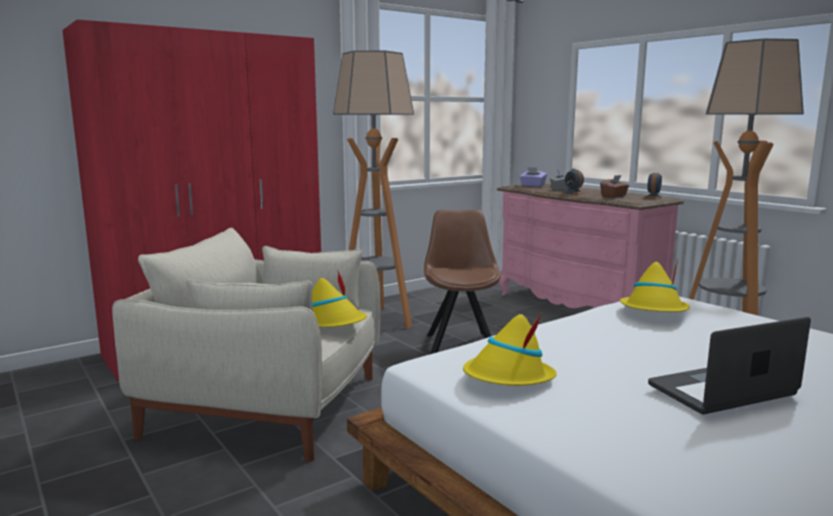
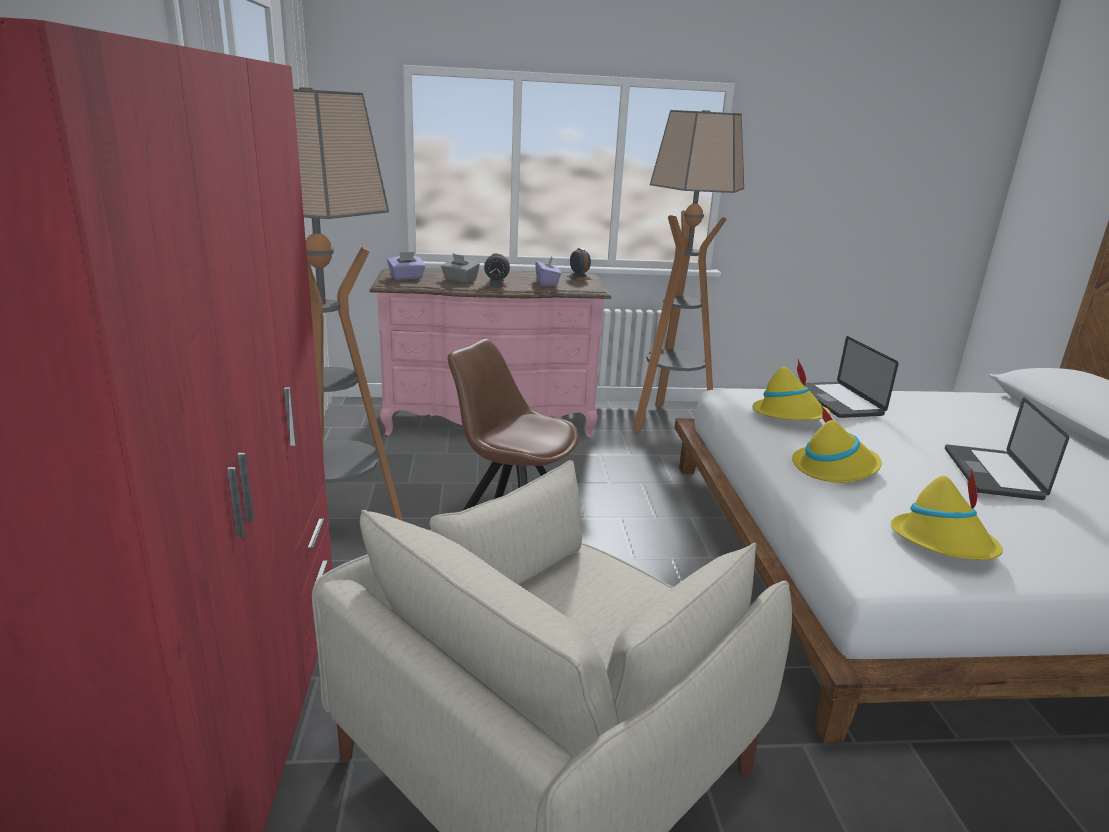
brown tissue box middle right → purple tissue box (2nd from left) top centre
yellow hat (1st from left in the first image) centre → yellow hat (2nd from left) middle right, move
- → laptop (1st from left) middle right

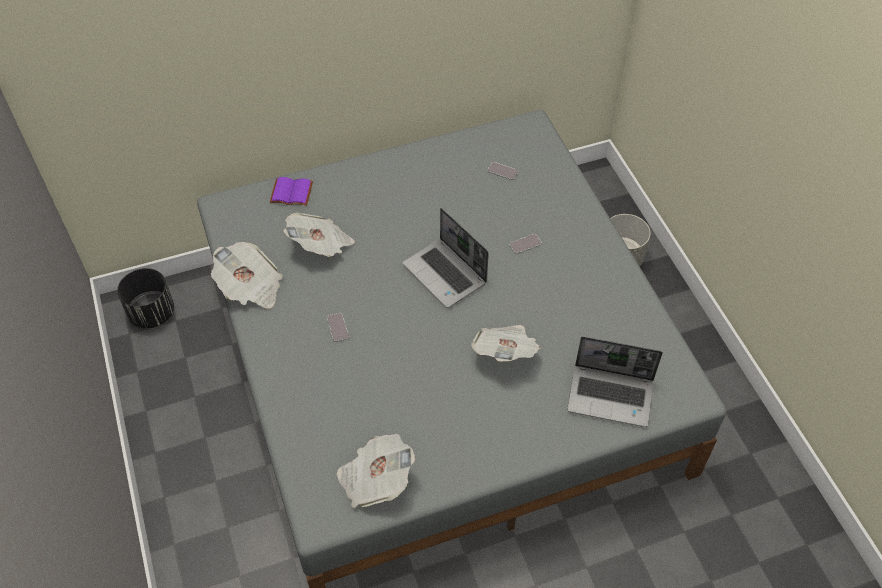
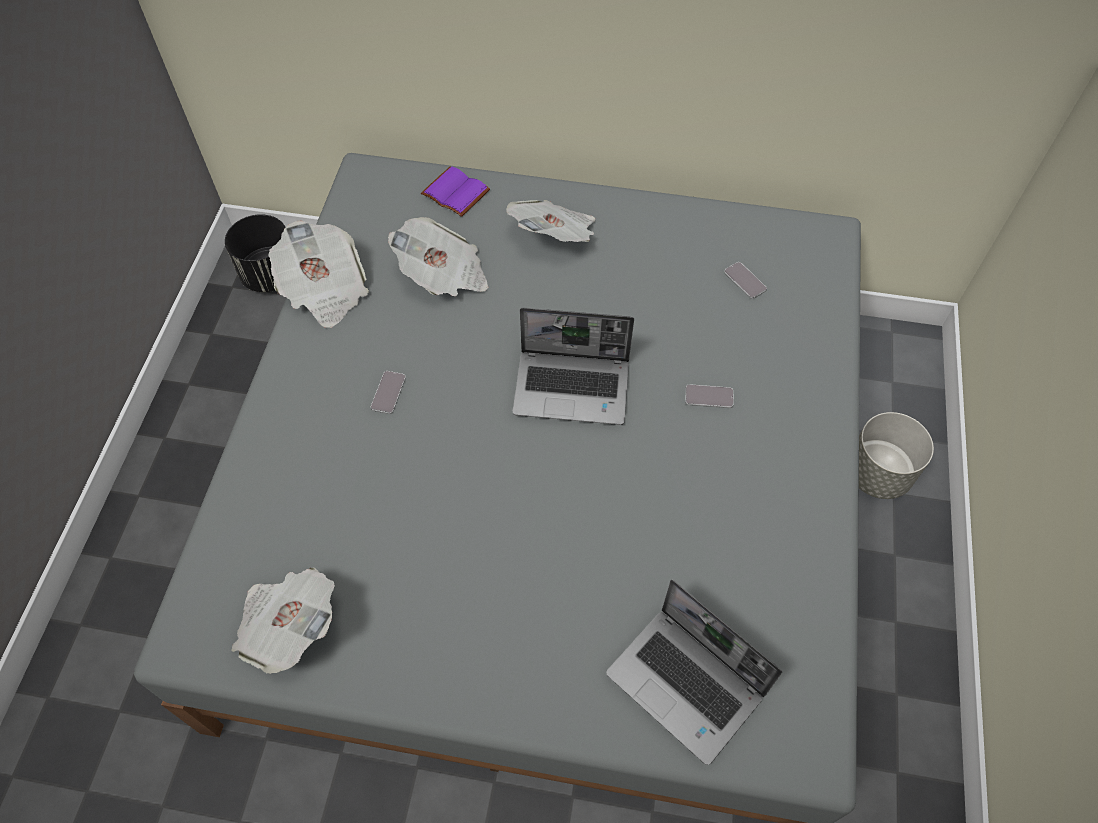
newspaper (4th from left) centre → newspaper (4th from left) top centre, move
laptop (1st from left) centre, 75 degrees counterclockwise

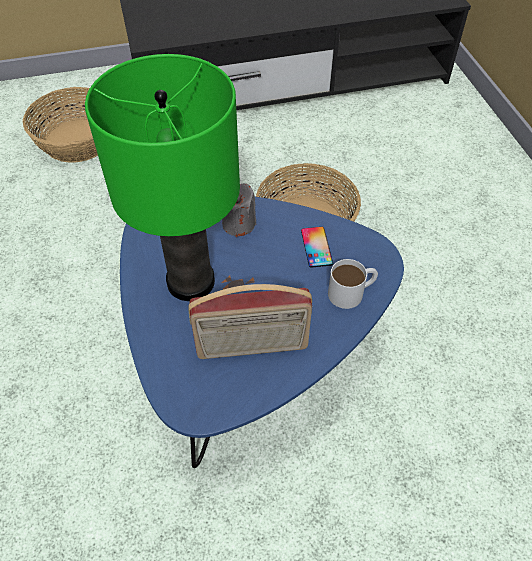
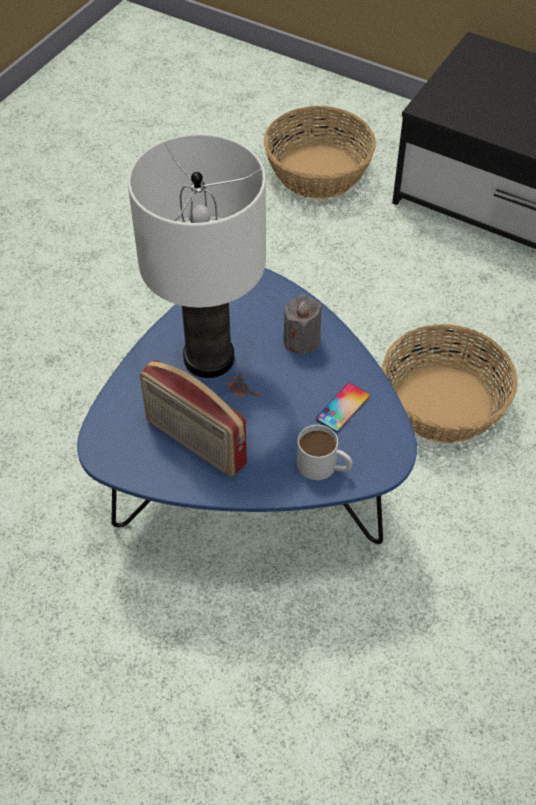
green table lamp top left → white table lamp top centre

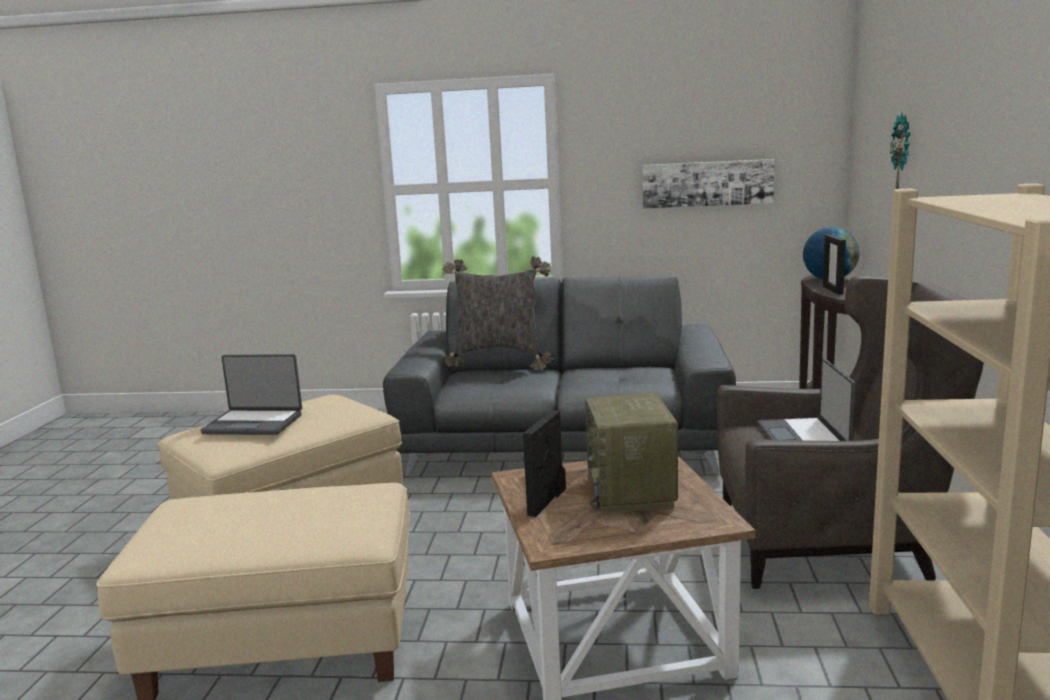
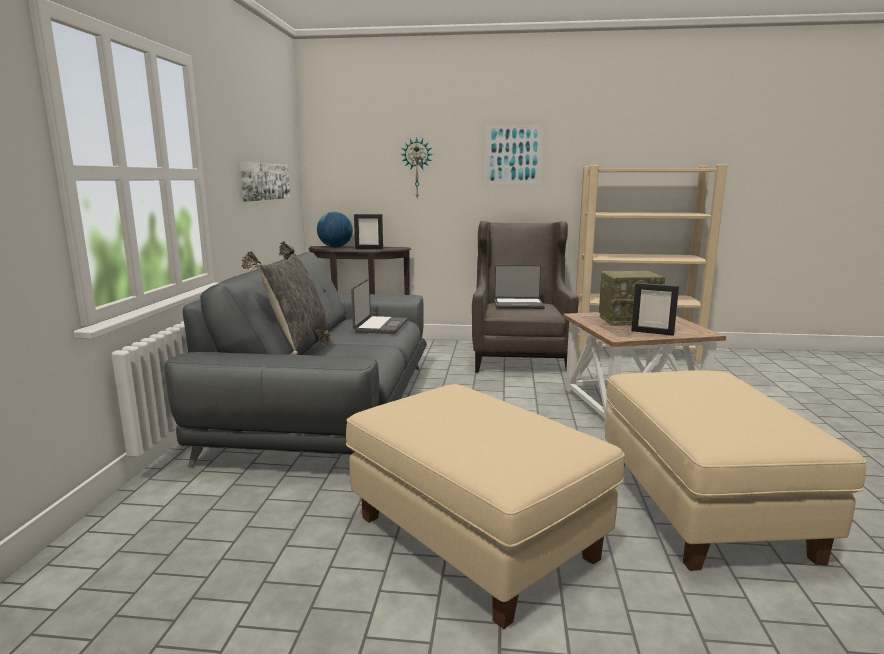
laptop (1st from left) middle left → laptop (1st from left) centre, move
- → picture (2nd from left) top centre

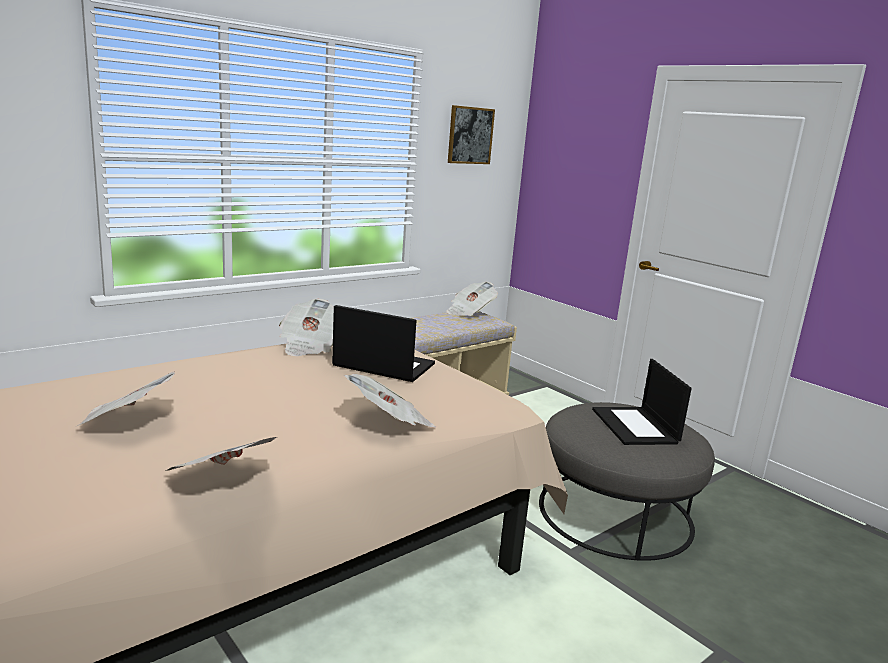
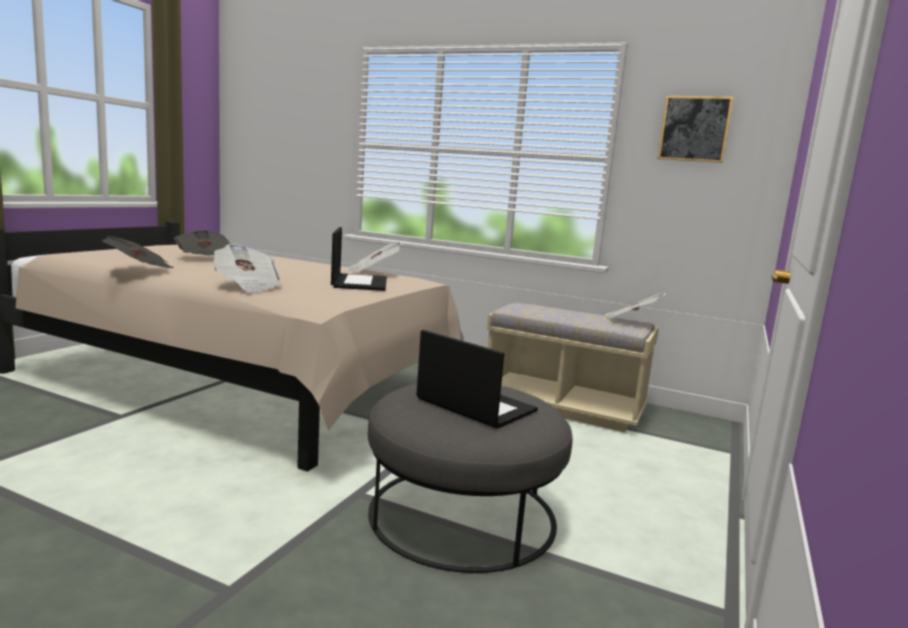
laptop (2nd from left) middle right → laptop (2nd from left) centre, 75 degrees clockwise

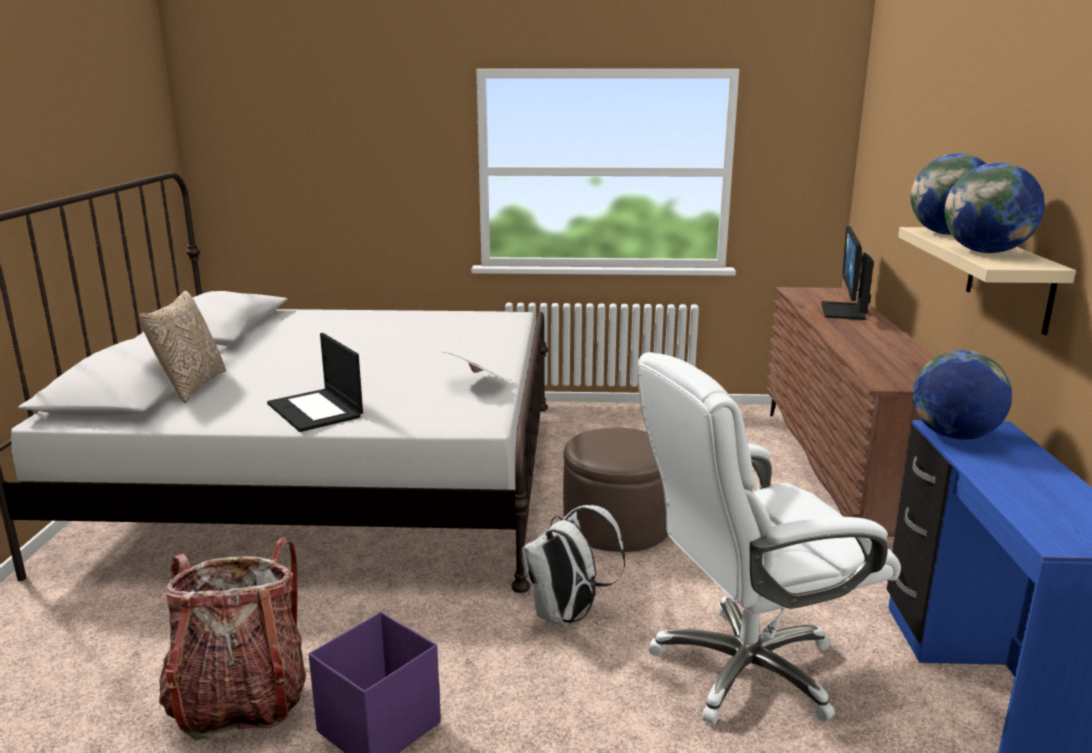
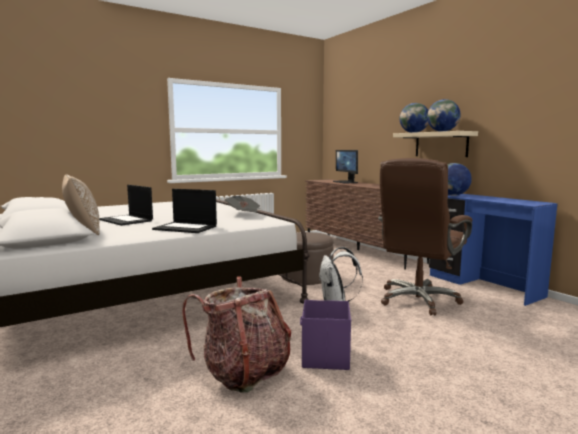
- → laptop (1st from left) middle left
white office chair bottom right → brown office chair middle right

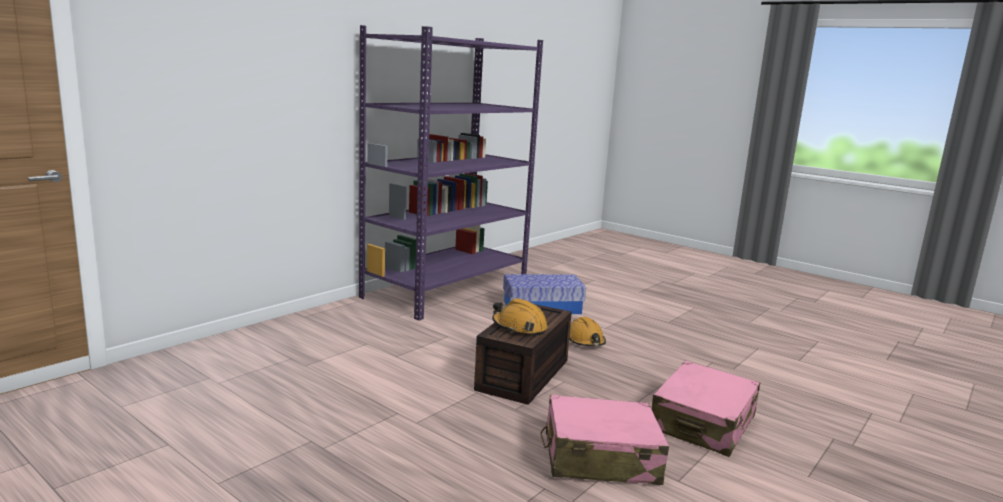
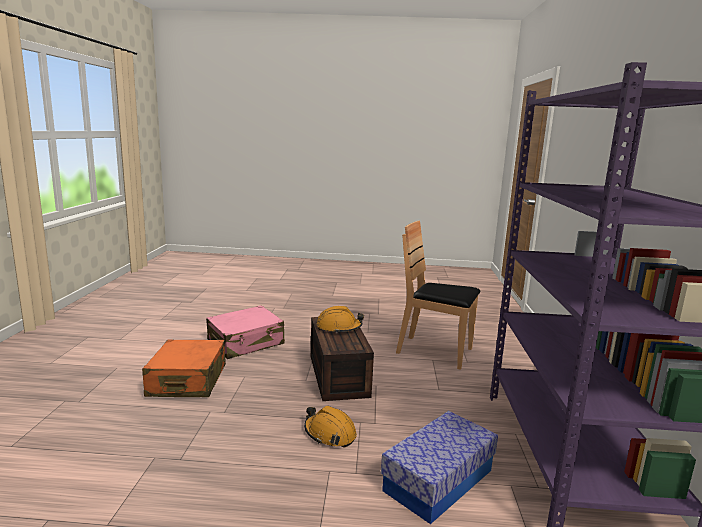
pink suitcase (2nd from left) bottom right → orange suitcase bottom left
- → brown chair centre

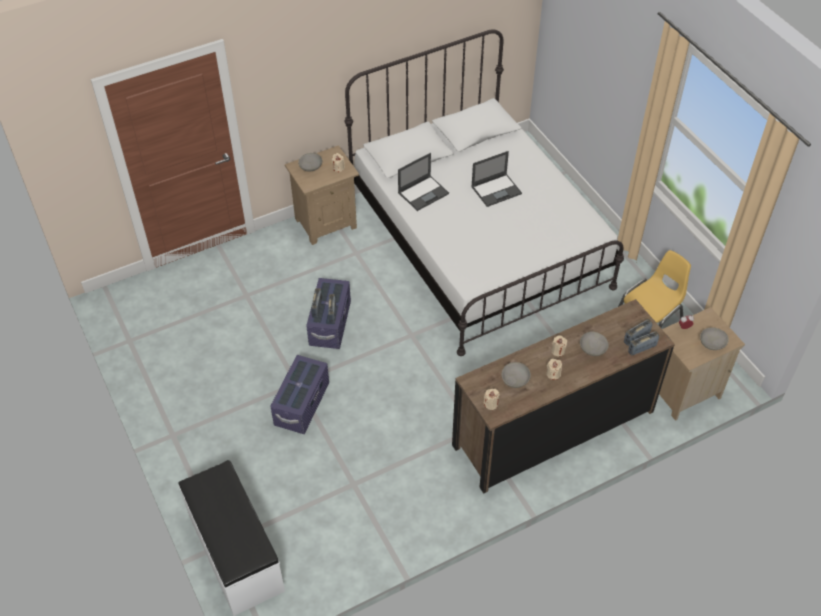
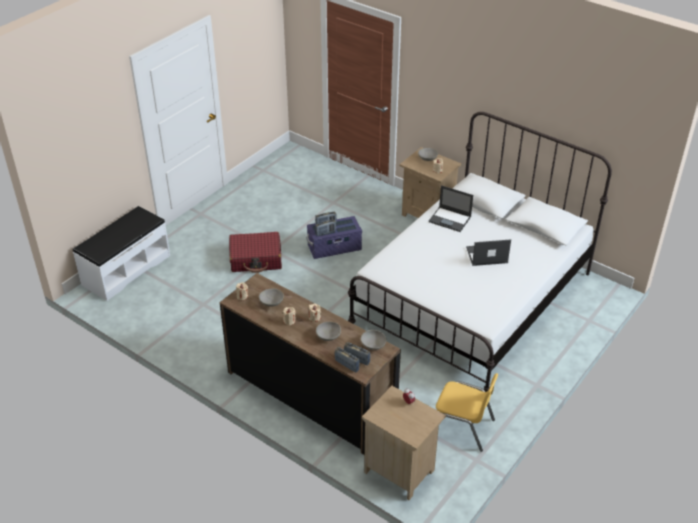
purple storage box (1st from left) centre → red suitcase centre
grey bowl (4th from left in the first image) middle right → grey bowl (3rd from left) centre, move
laptop (2nd from left) top centre → laptop (2nd from left) middle right, 135 degrees clockwise

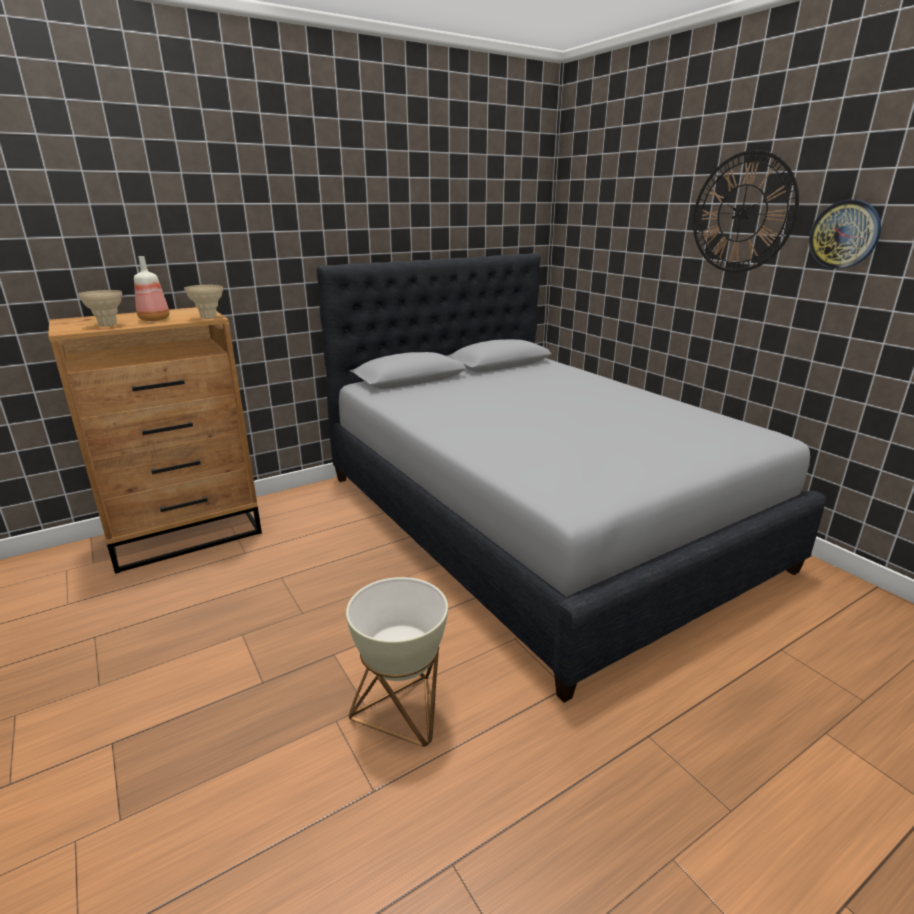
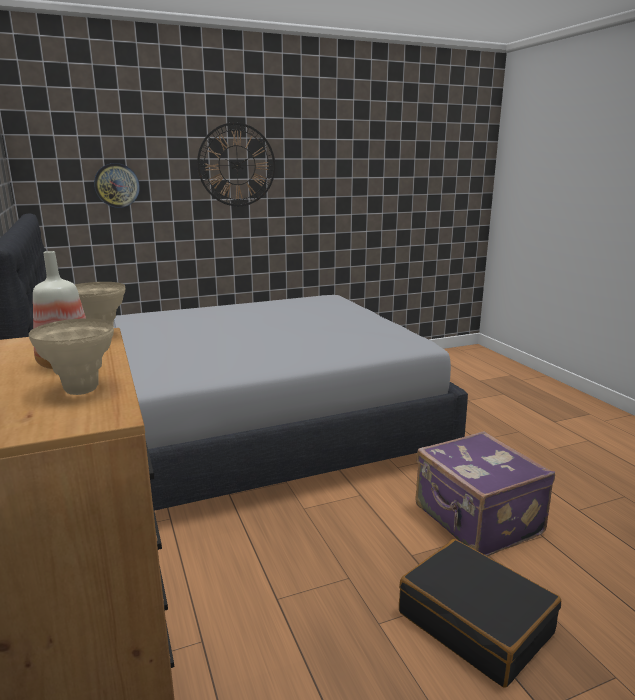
wall clock (2nd from left in the first image) top right → wall clock (1st from left) top left, move
- → black suitcase bottom right
planter bottom centre → purple suitcase bottom right

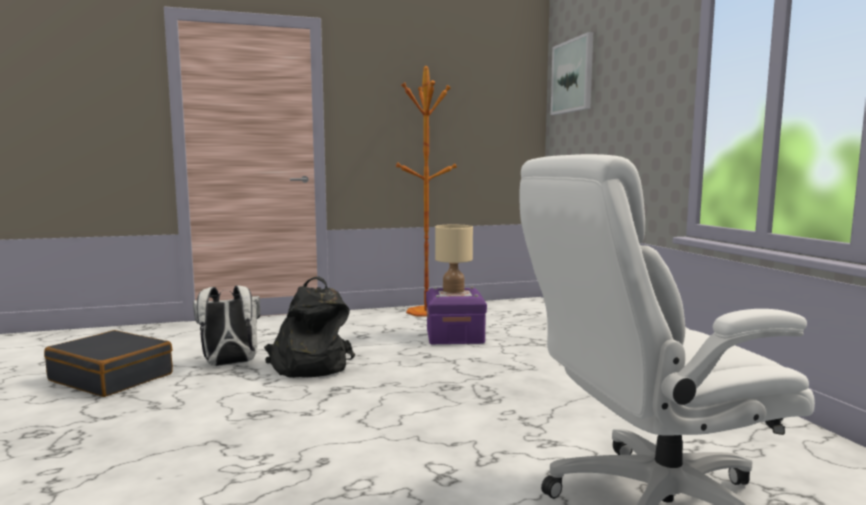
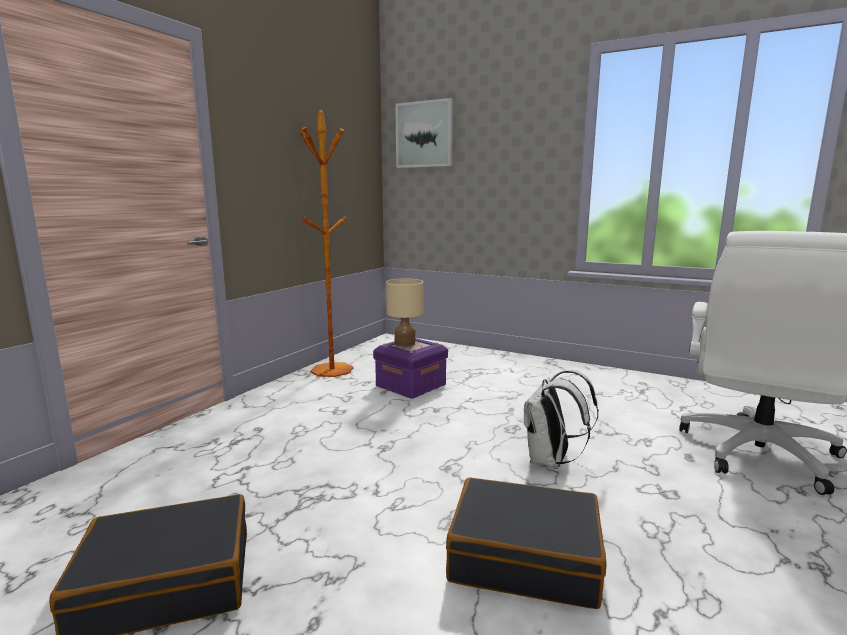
- → black suitcase (2nd from left) bottom centre
white backpack middle left → white backpack centre, move
black backpack centre → -

